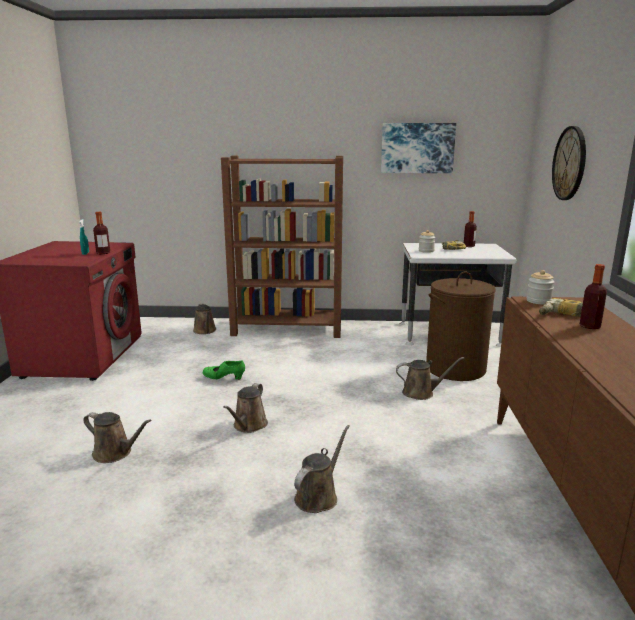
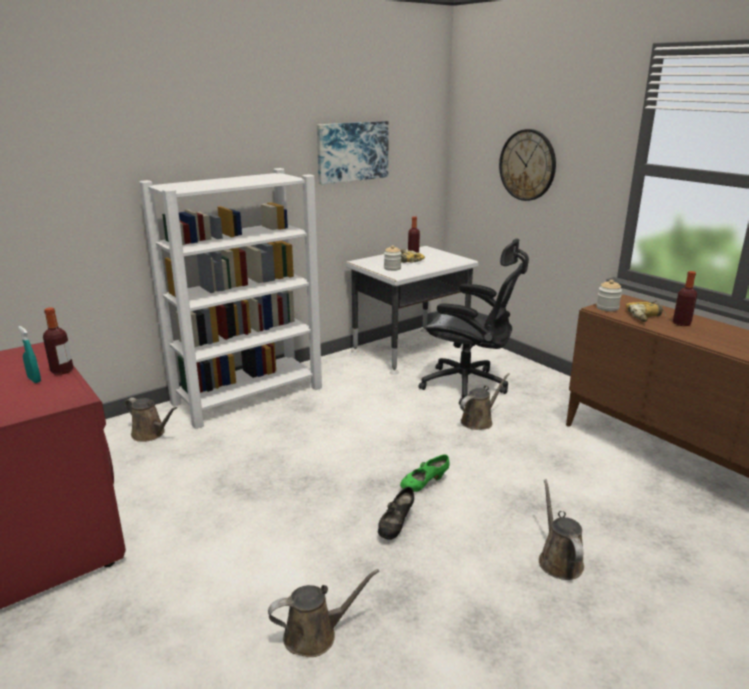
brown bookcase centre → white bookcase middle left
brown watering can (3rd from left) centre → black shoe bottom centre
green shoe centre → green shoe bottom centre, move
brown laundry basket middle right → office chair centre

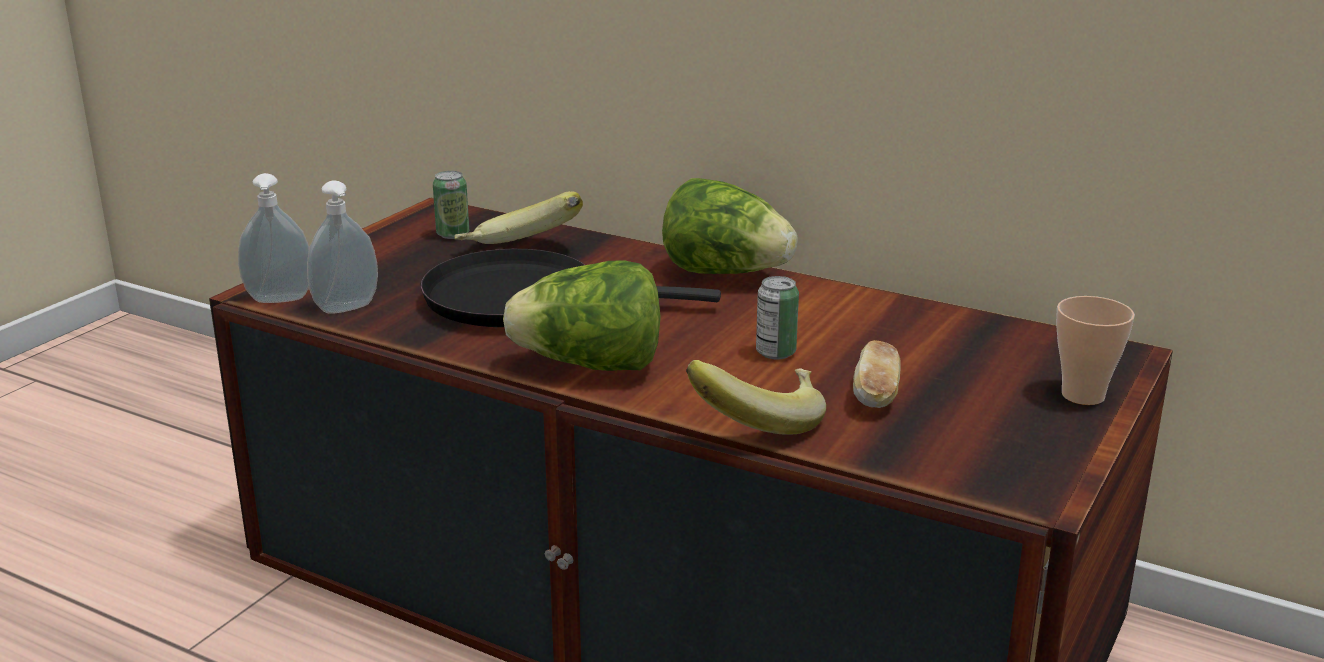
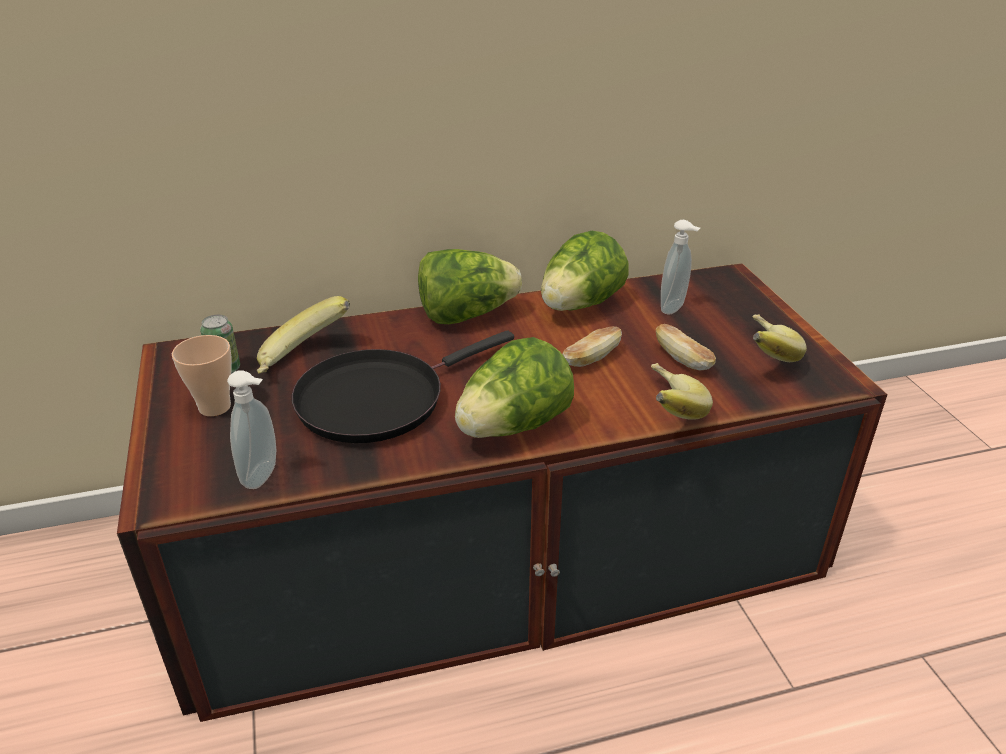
cup middle right → cup middle left, move
- → lettuce (3rd from left) centre
can (2nd from left) centre → bread (1st from left) centre
soap dispenser (1st from left in the first image) middle left → soap dispenser (2nd from left) middle right, move
- → banana (3rd from left) middle right

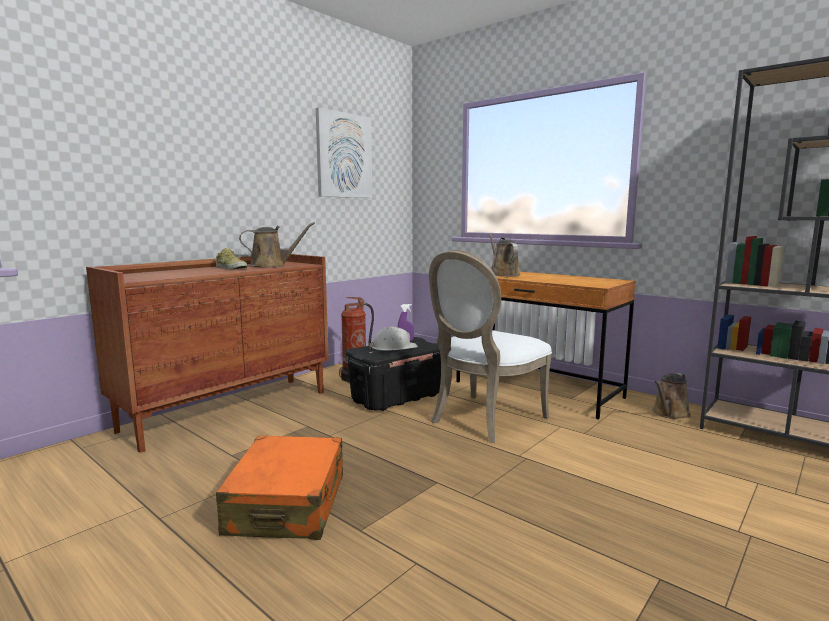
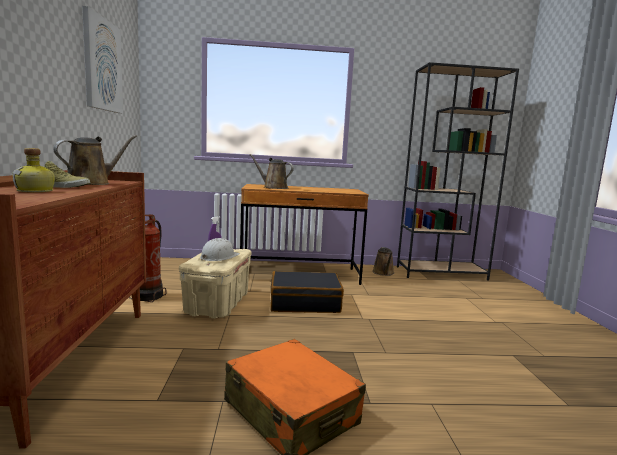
- → bottle middle left
black storage box centre → beige storage box centre
white chair centre → black suitcase centre

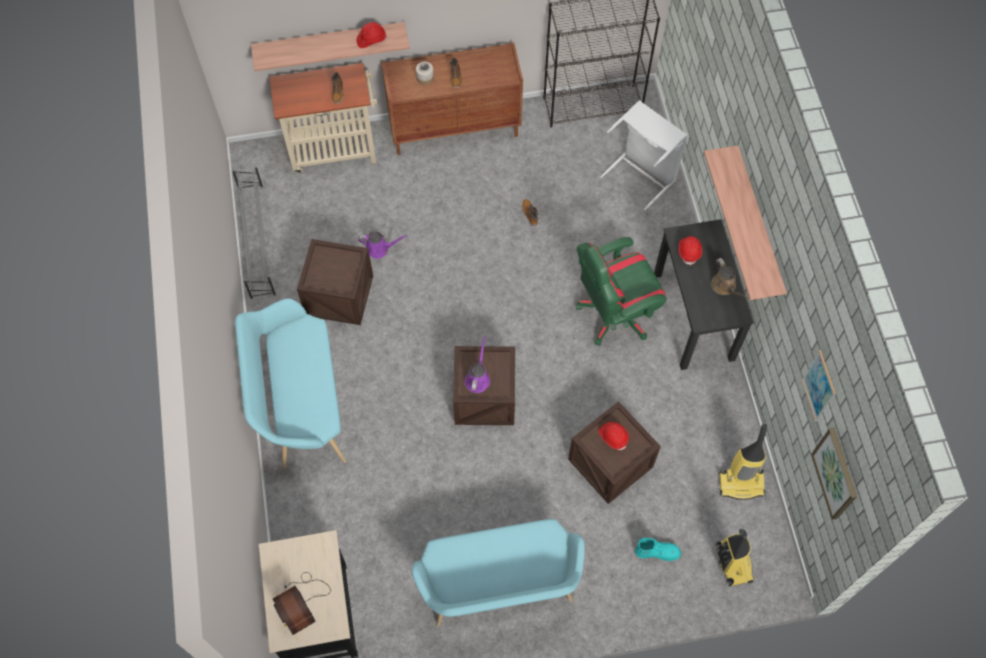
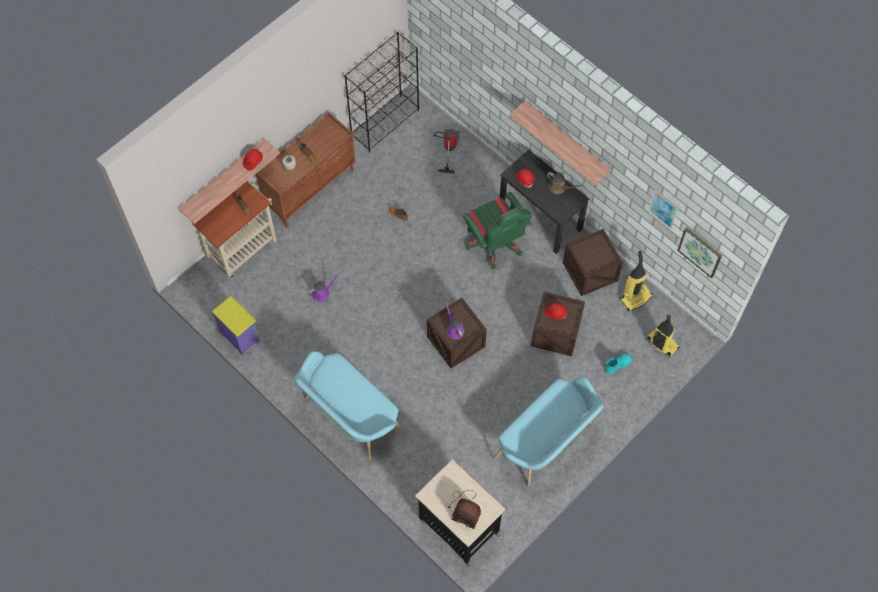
grey shoe rack middle left → nightstand middle left
white laundry basket top centre → vacuum cleaner (1st from left) top centre
green office chair centre, 60 degrees counterclockwise
crate (1st from left in the first image) centre → crate (3rd from left) middle right, move

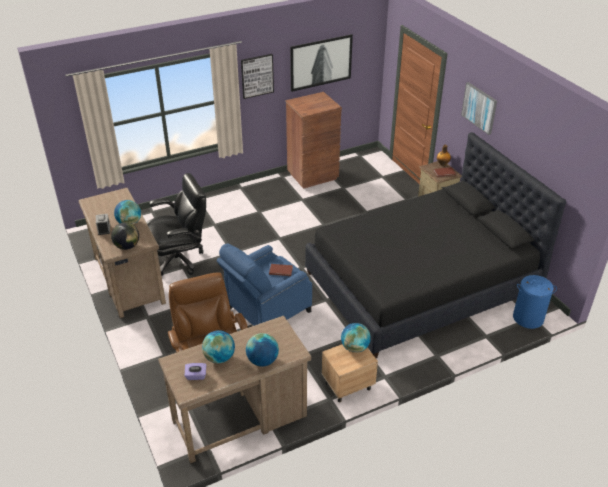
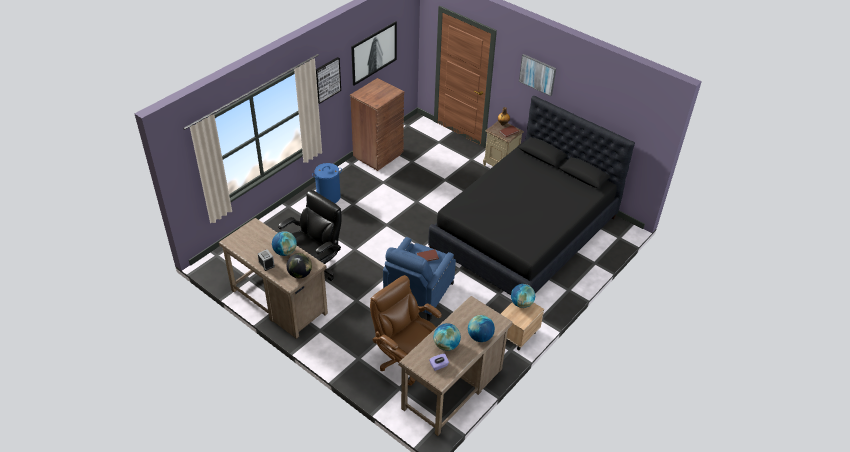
blue laundry basket middle right → blue laundry basket centre, move

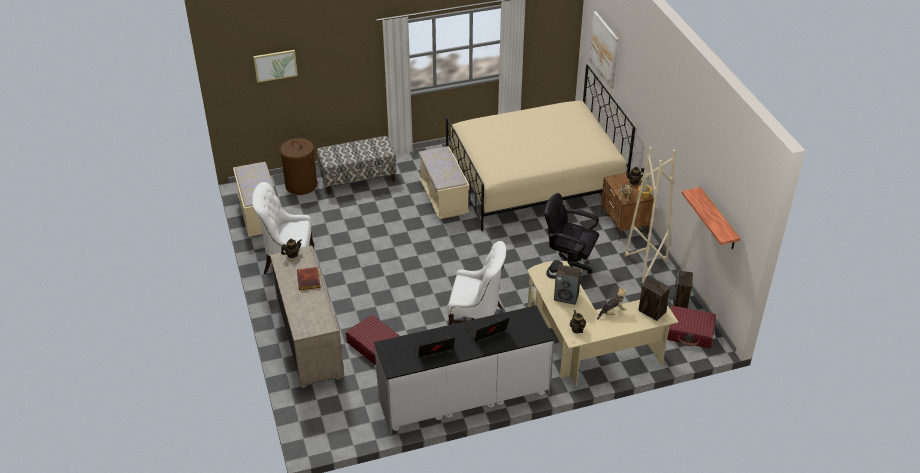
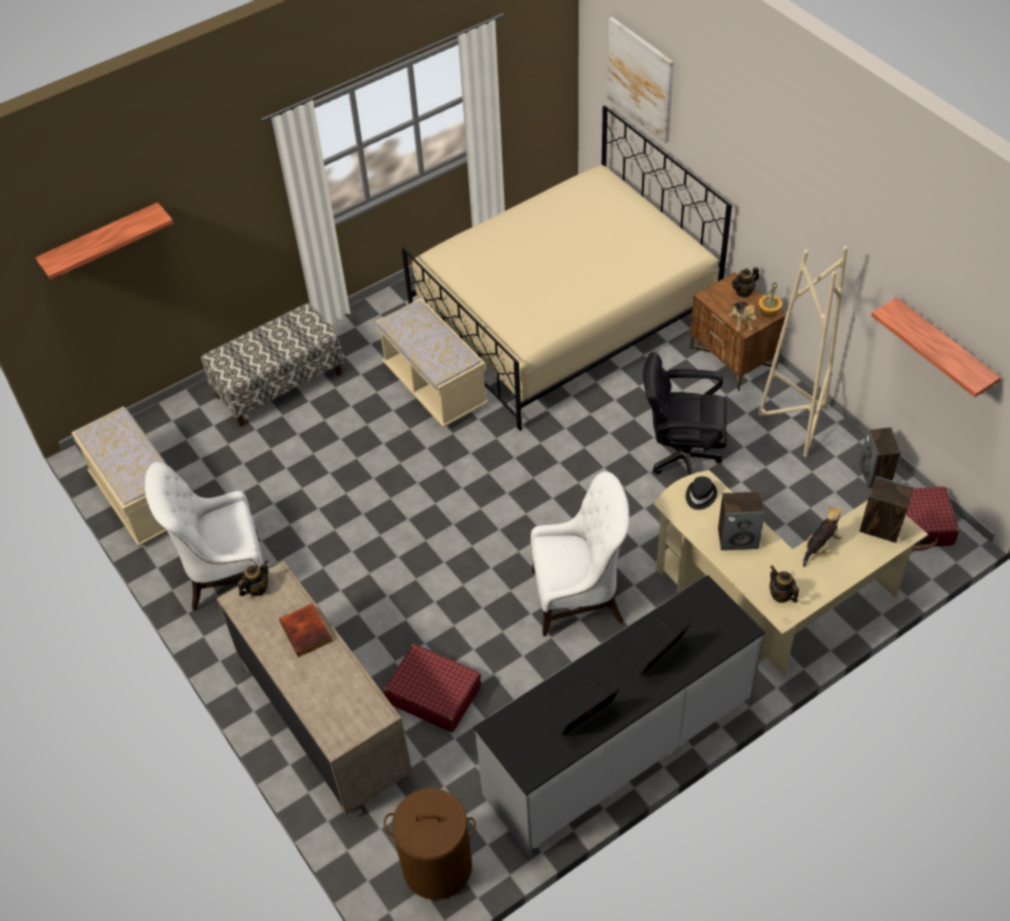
picture (1st from left) top left → shelf (1st from left) top left
brown laundry basket middle left → brown laundry basket bottom centre, move

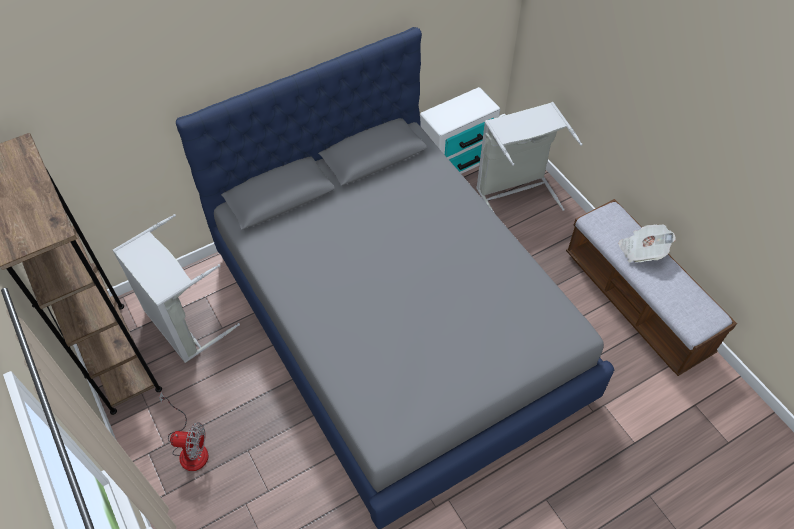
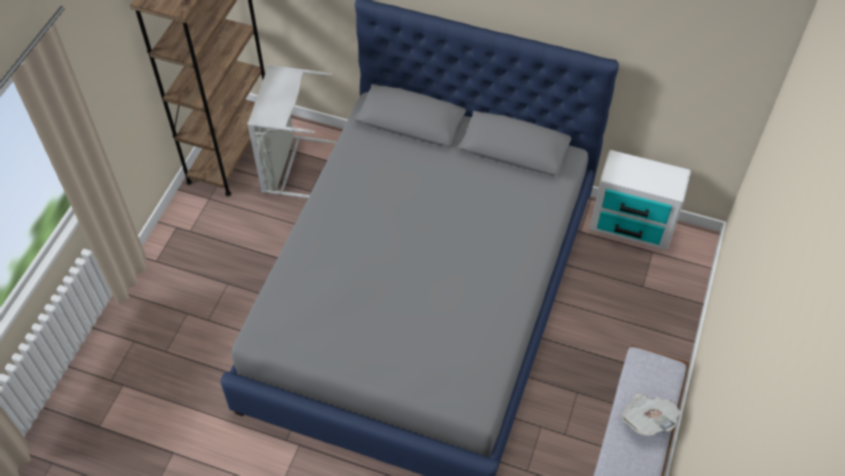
fan bottom left → -
grey laundry basket (2nd from left) top centre → -

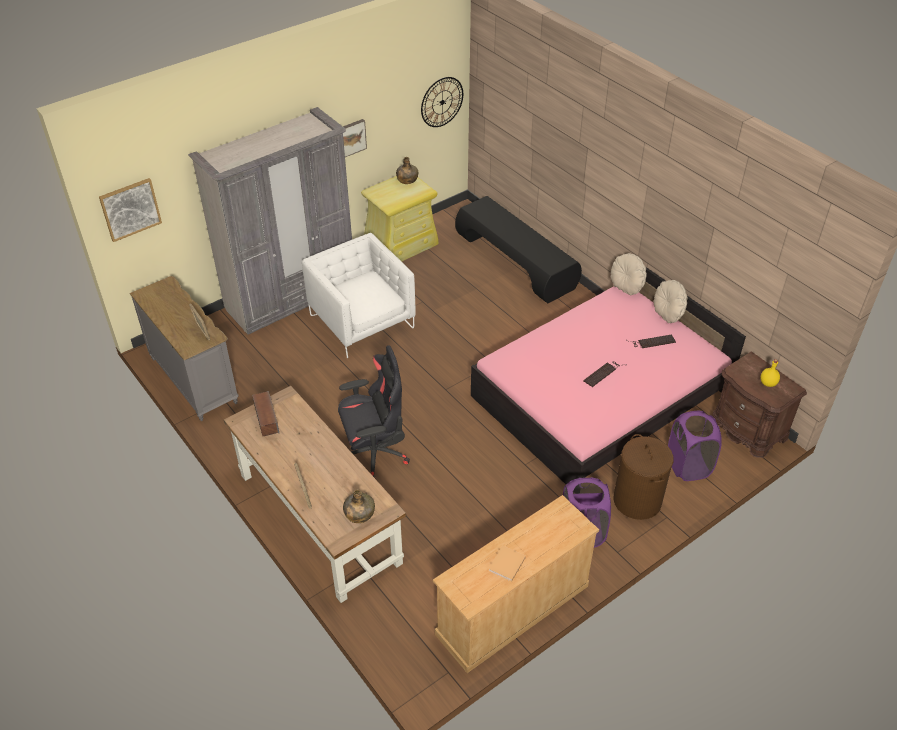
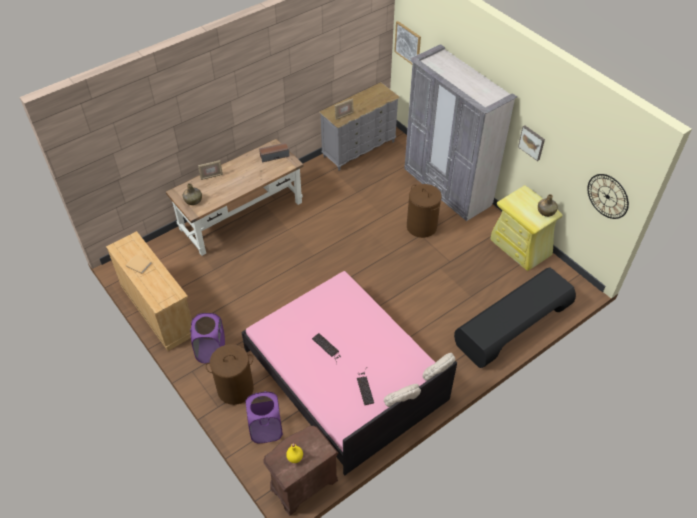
white armchair centre → brown laundry basket (2nd from left) centre
black office chair centre → -

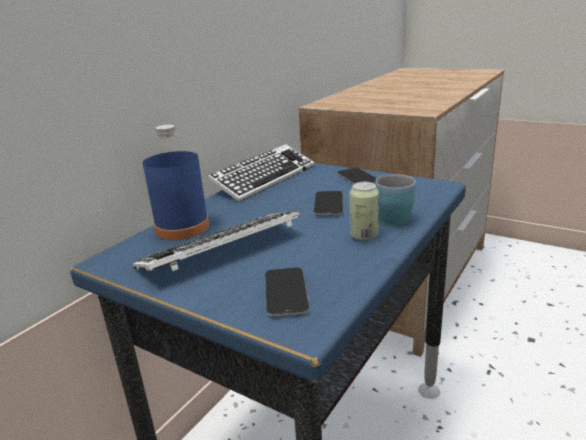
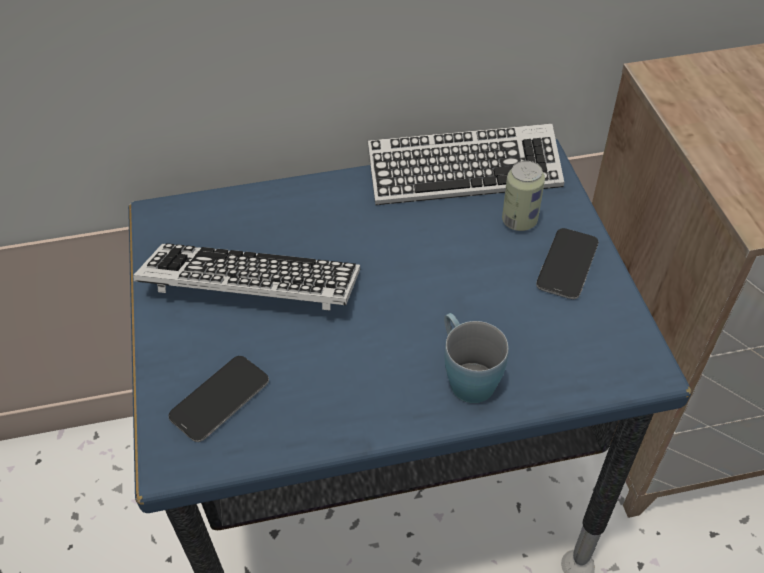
can centre → can middle right, move
blue bottle middle left → -
phone (2nd from left) centre → -

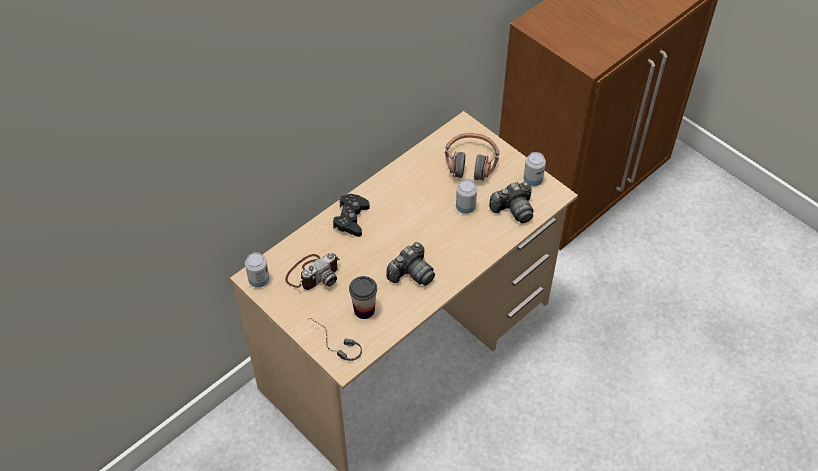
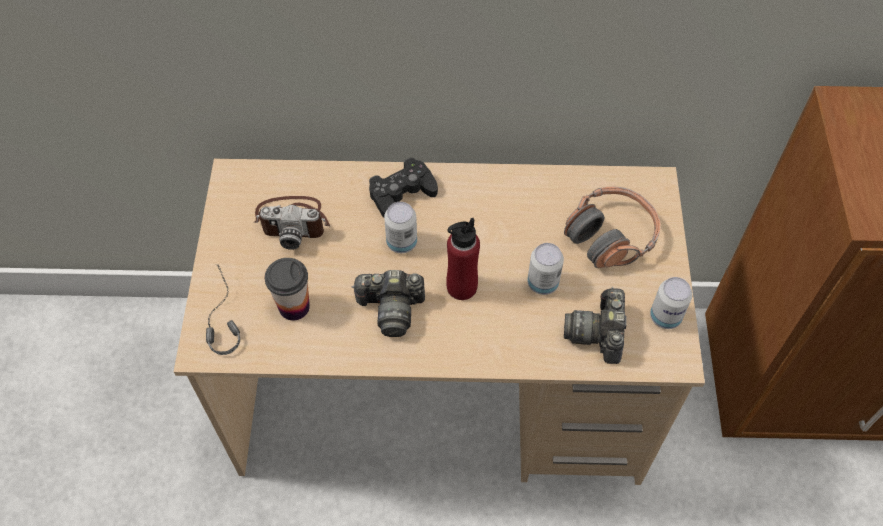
can (1st from left) middle left → can (1st from left) centre, move
- → red bottle centre
photo camera (3rd from left) centre → photo camera (3rd from left) middle right, 75 degrees clockwise

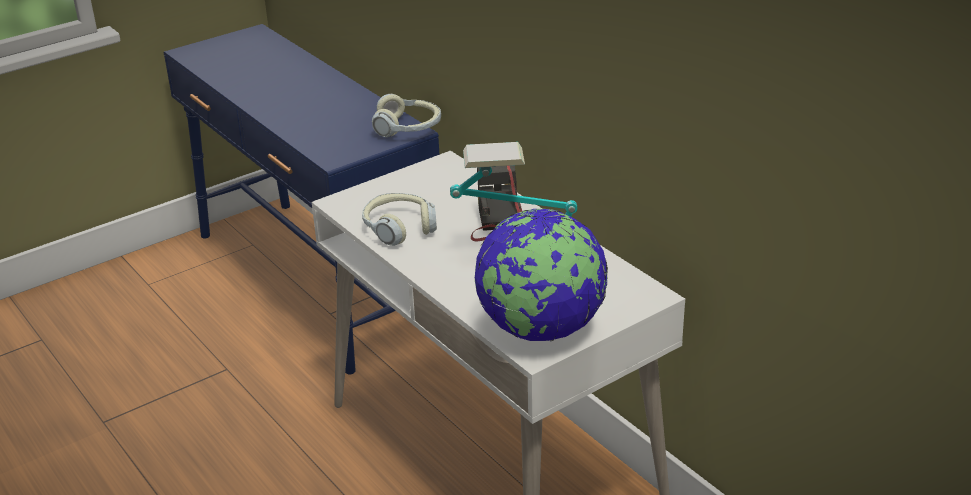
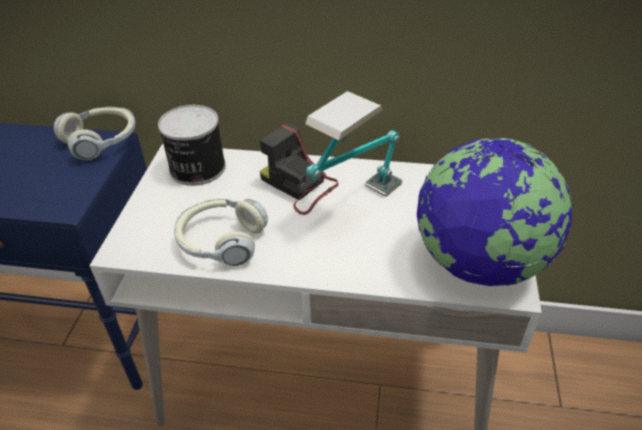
- → can middle left

